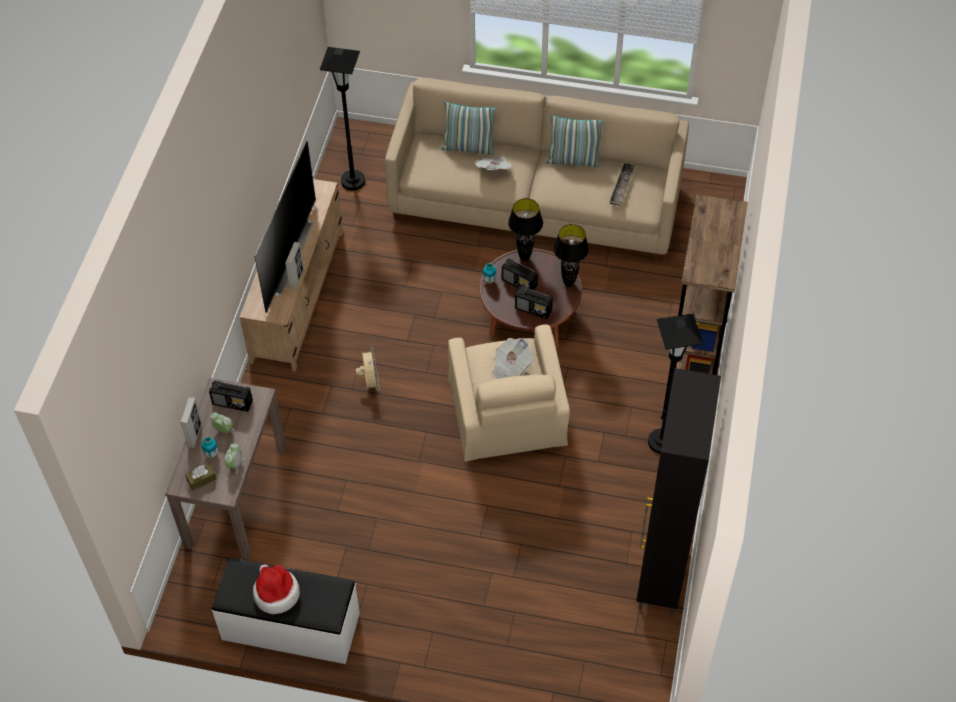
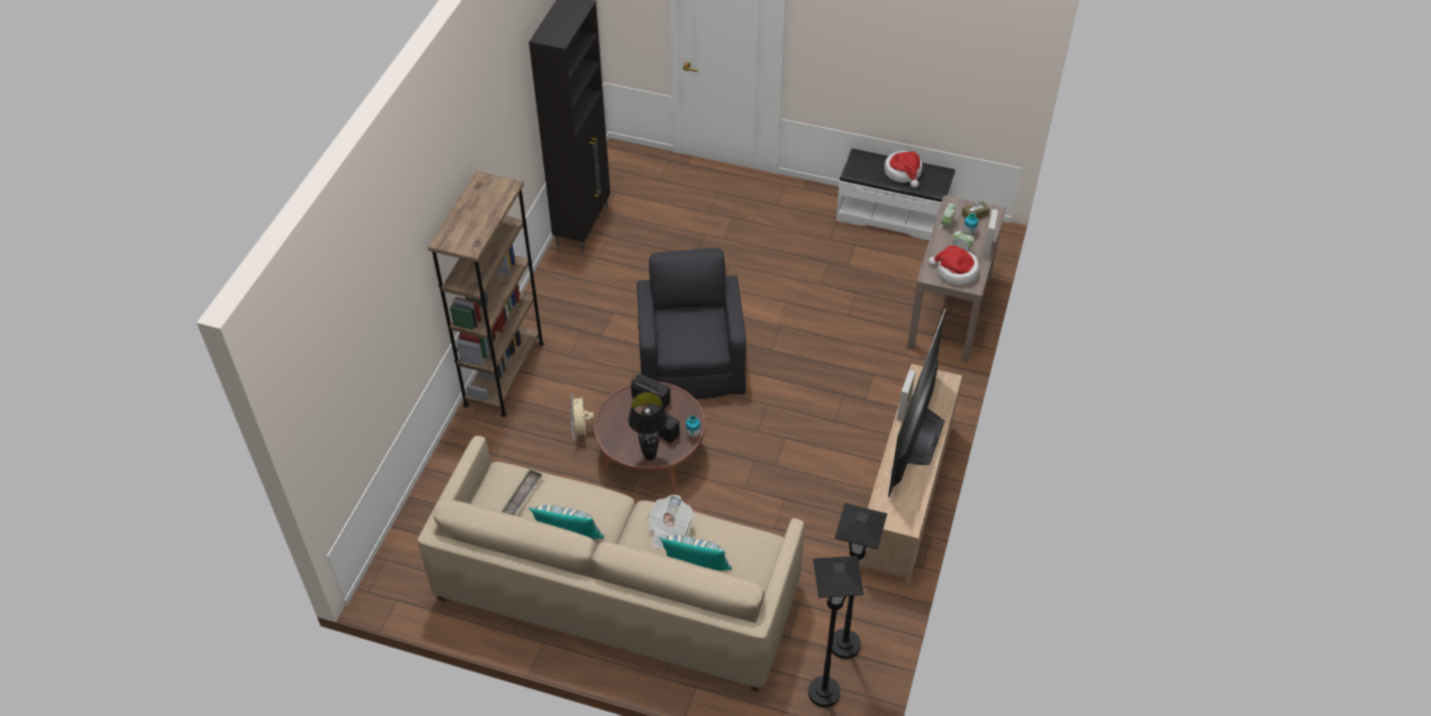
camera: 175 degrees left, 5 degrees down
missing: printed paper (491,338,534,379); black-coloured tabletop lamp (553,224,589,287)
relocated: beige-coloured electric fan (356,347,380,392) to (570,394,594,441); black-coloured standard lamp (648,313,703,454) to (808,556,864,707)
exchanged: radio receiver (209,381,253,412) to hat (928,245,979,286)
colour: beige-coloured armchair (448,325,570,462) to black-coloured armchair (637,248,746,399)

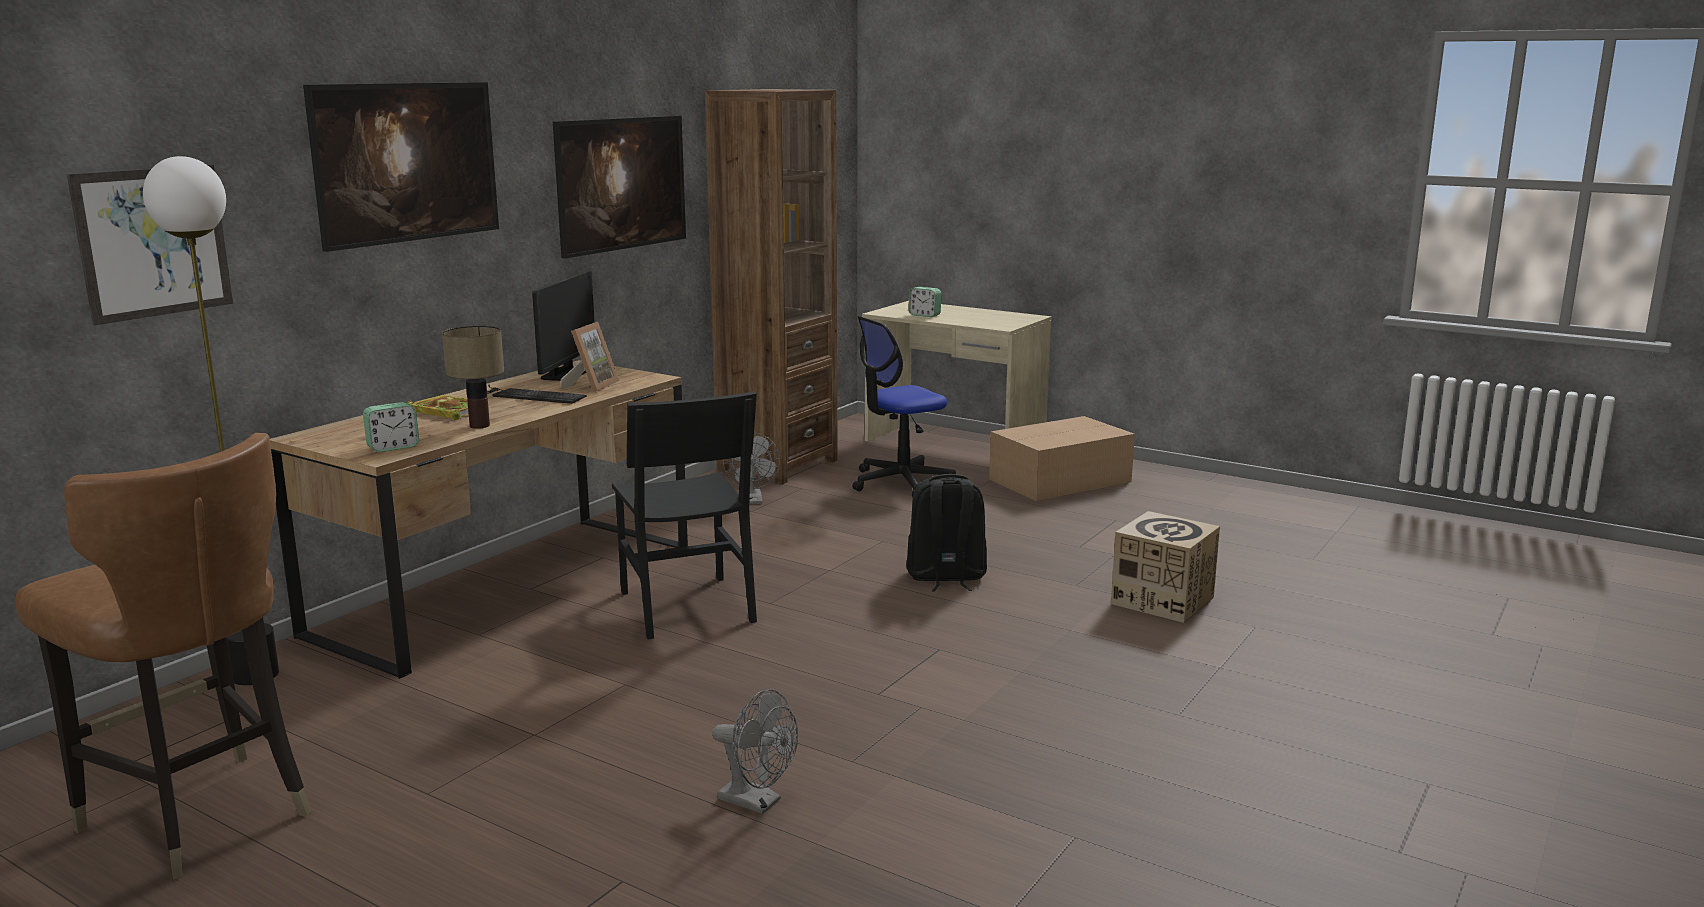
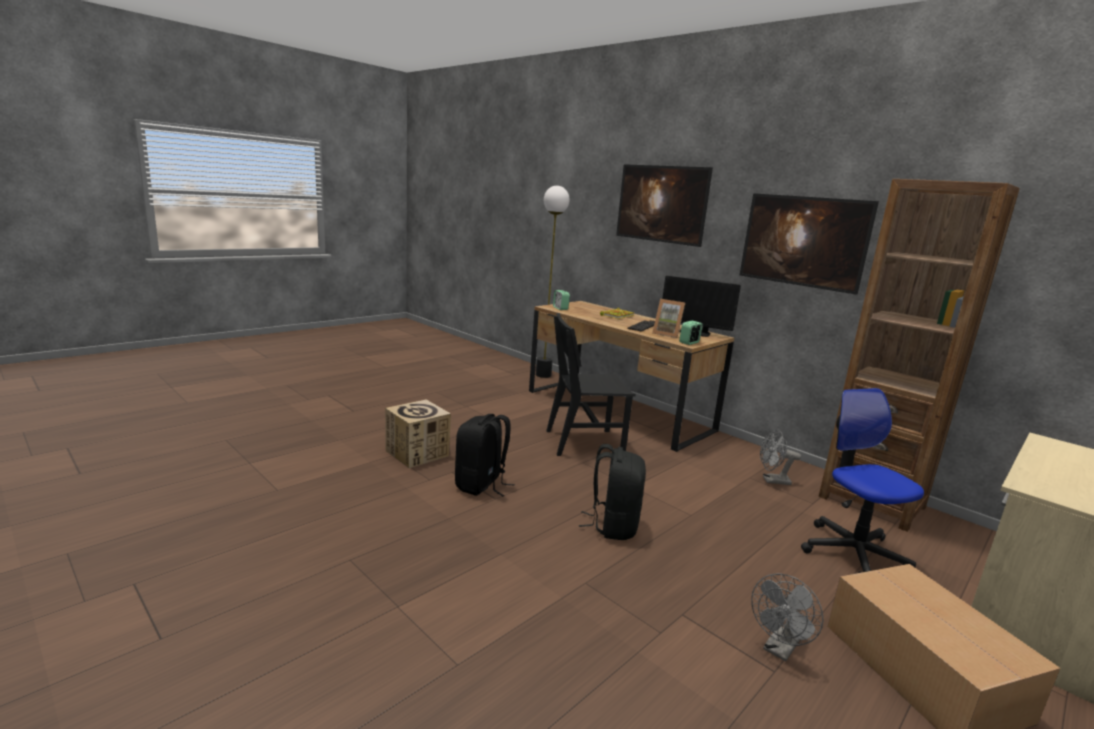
camera: 100 degrees right, 0 degrees up
missing: brown upright chair (15,433,311,880); wall art (67,165,233,326); tabletop lamp (442,326,504,429)
appeared: black-coloured rucksack (455,414,515,496)
relocated: grey electric fan (712,689,798,814) to (751,573,824,661); alarm clock (909,287,941,317) to (679,320,703,345); packing box (1111,511,1220,623) to (385,400,451,468)

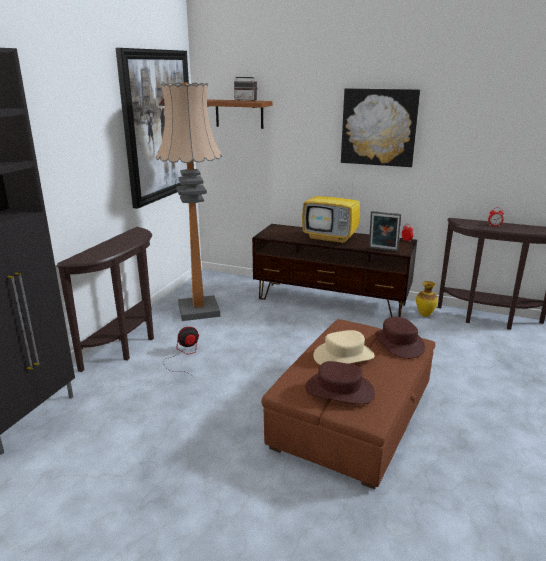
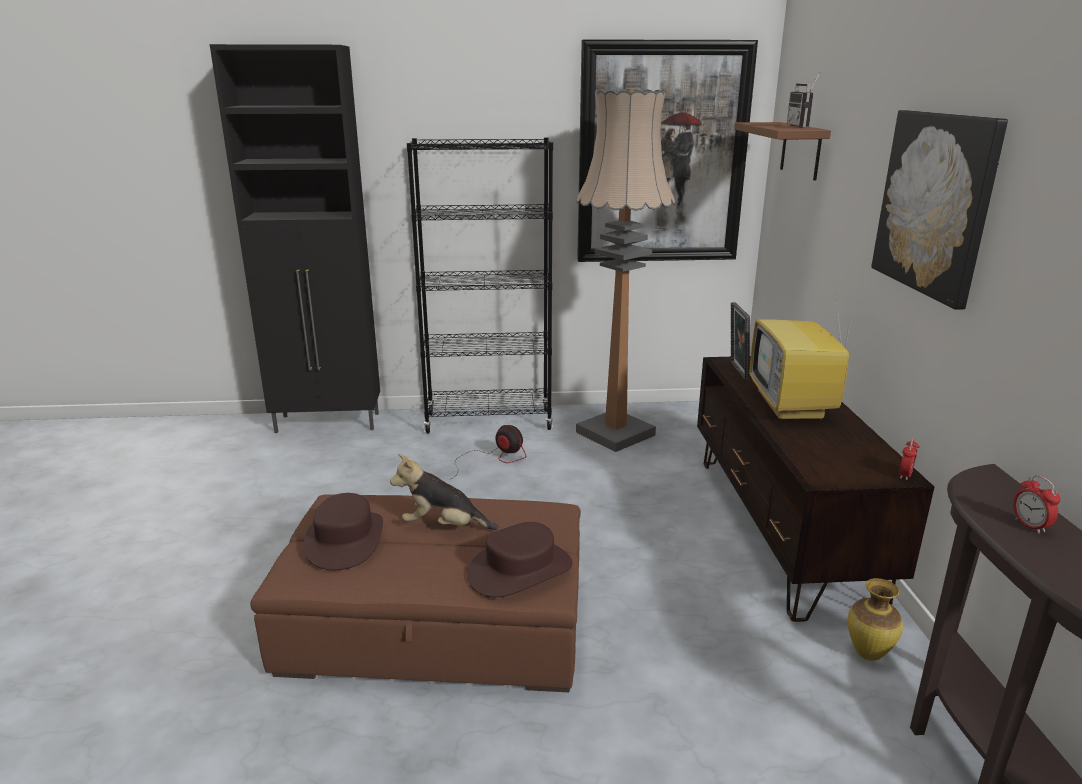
camera: 65 degrees right, 0 degrees up
relocated: photo frame (369,211,401,252) to (731,302,750,380)
exchanged: brown narrow table (56,227,154,372) to black-coloured bookcase (407,137,553,434); beige-coloured hat (313,330,375,365) to plush toy (390,454,498,530)

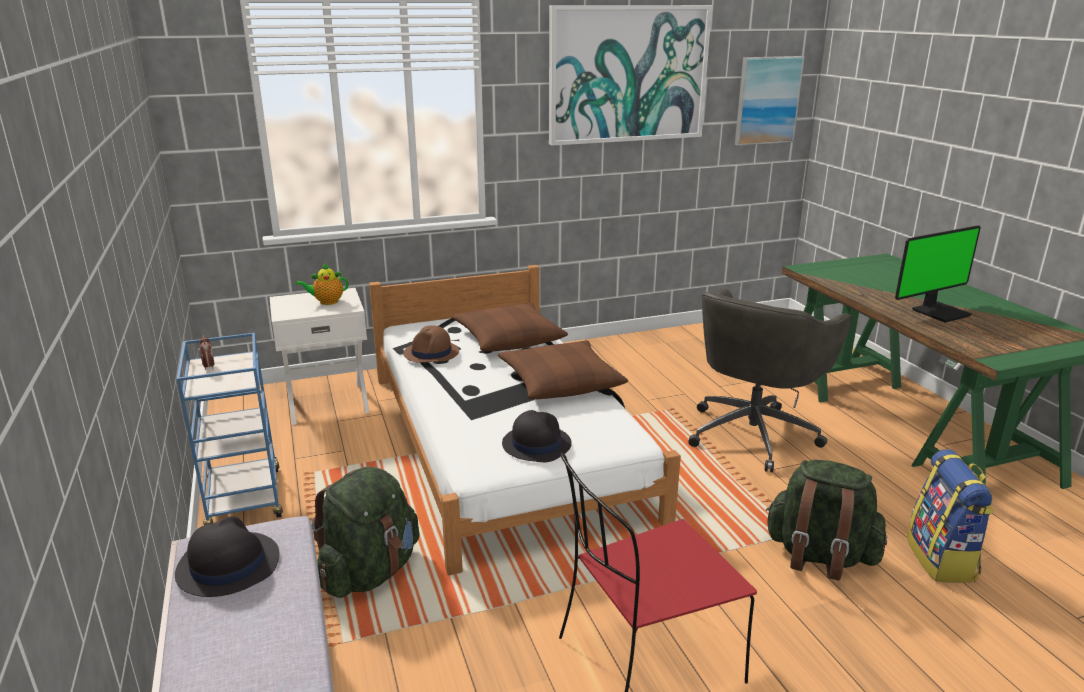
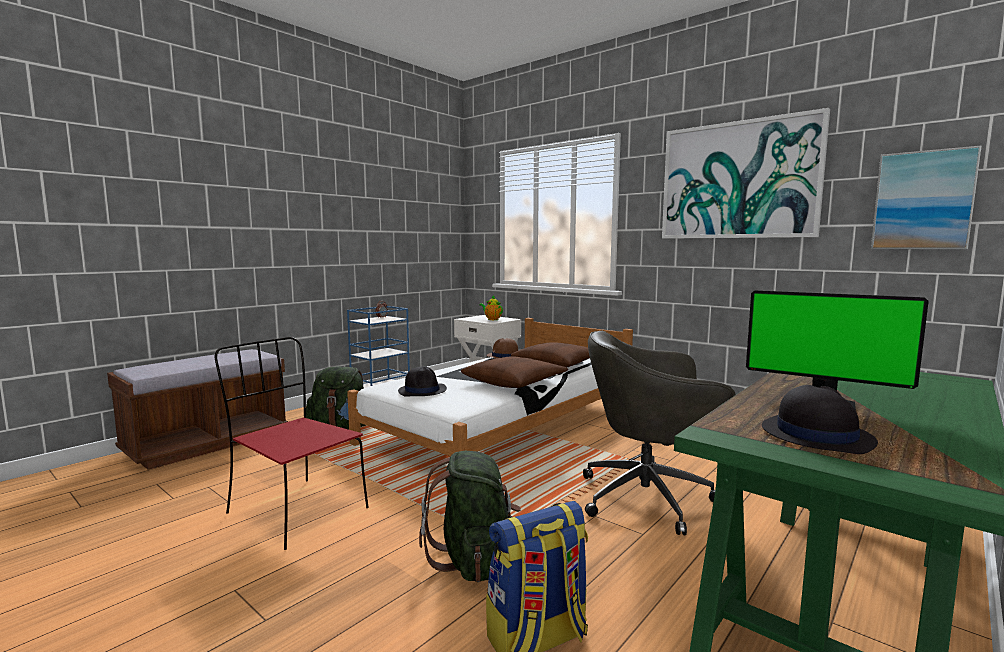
camera: 60 degrees right, 15 degrees down
relocated: black-coloured hat (175,516,280,597) to (762,385,878,454)

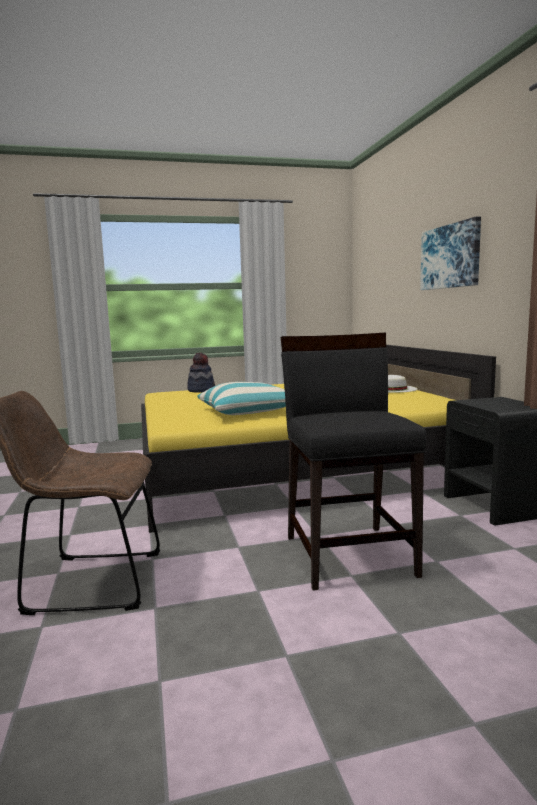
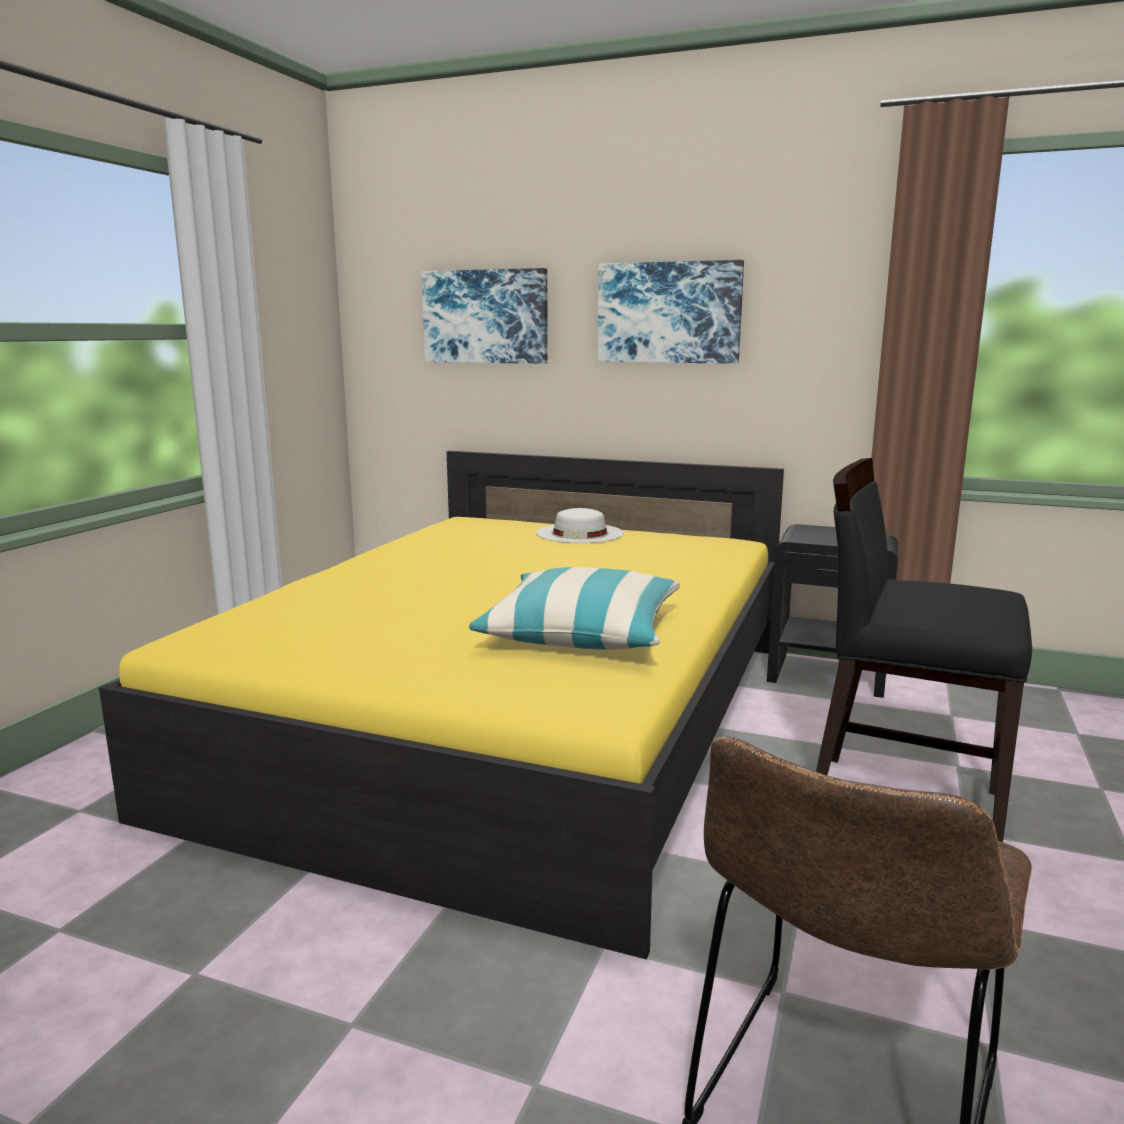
camera: 55 degrees left, 5 degrees up
missing: hat (187,353,215,393)
appeared: wall art (421,268,548,364)

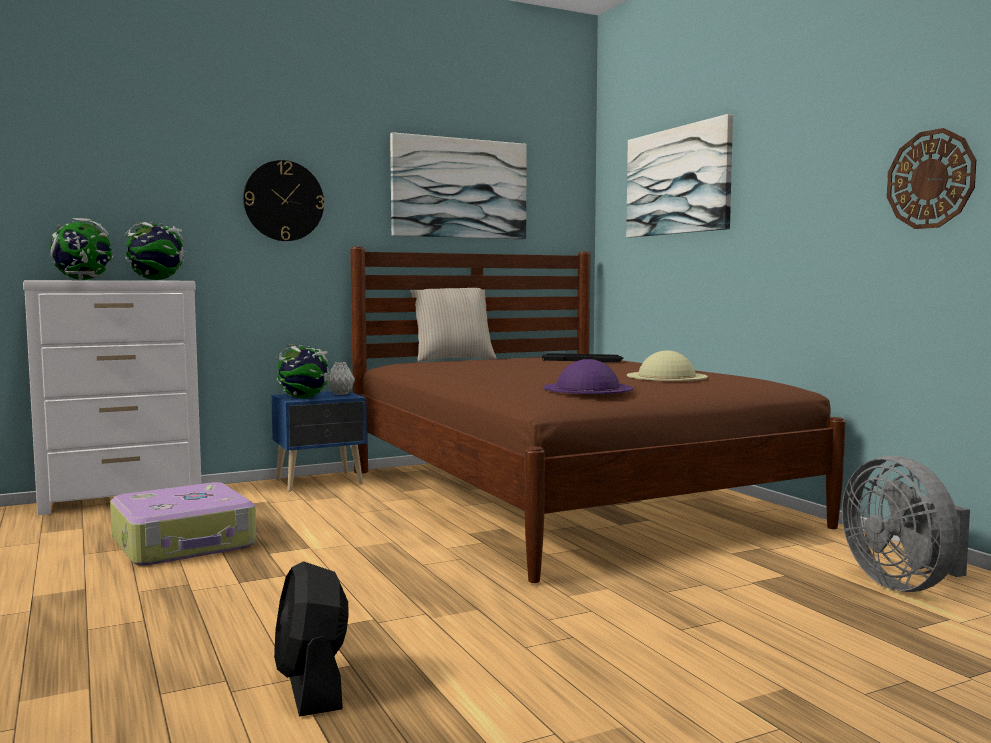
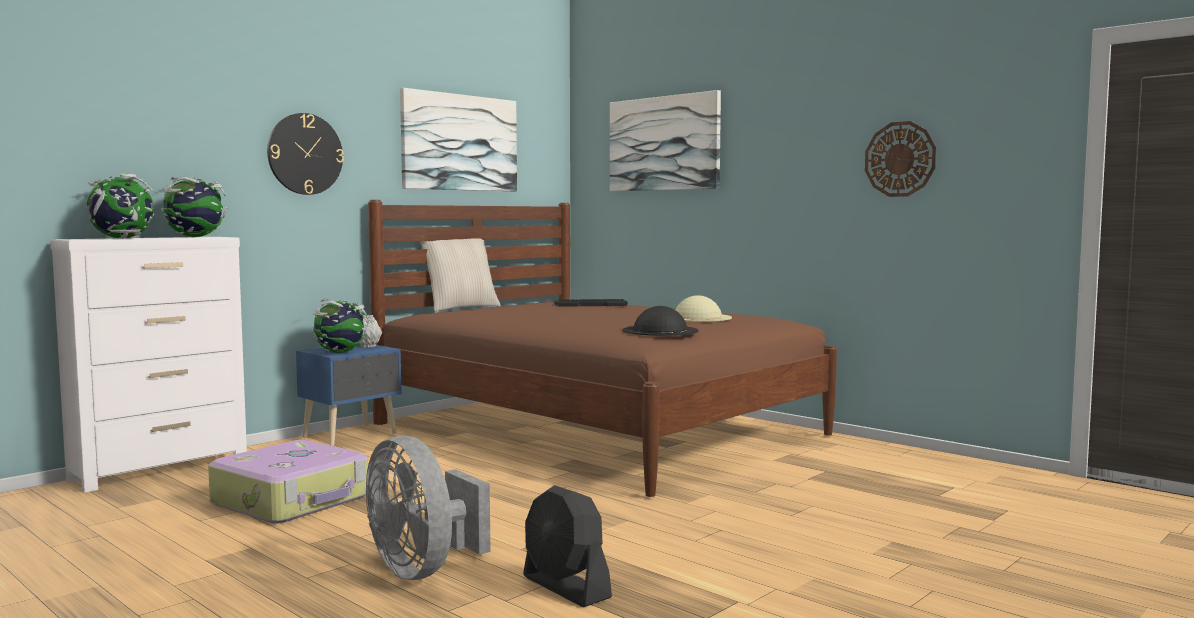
camera: 20 degrees left, 0 degrees up
relocated: grey electric fan (842,456,970,592) to (366,436,490,580)
colour: purple hat (543,359,633,394) to black-coloured hat (622,306,699,336)

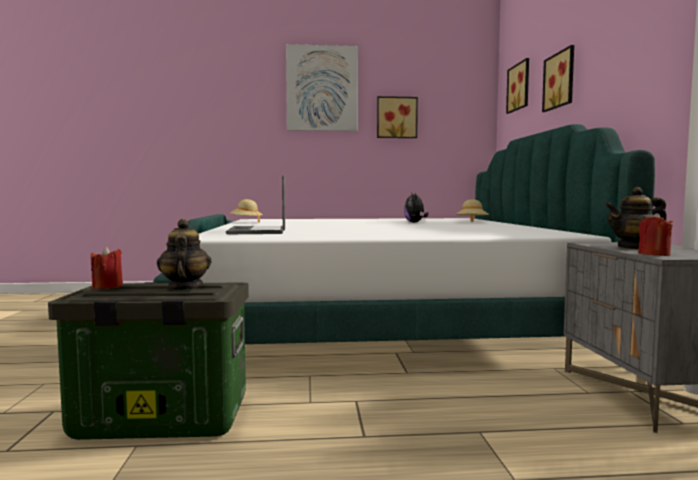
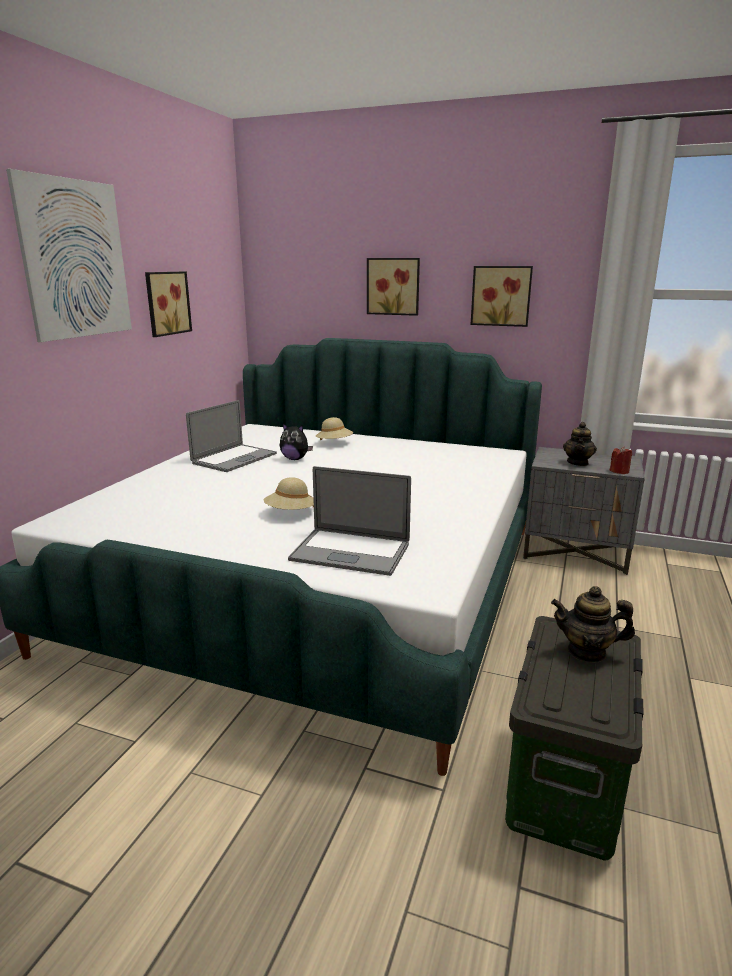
camera: 65 degrees left, 15 degrees up
missing: red-coloured candle (91,246,123,289)
appeared: notebook computer (186,400,277,472)
relocated: beige-coloured hat (230,199,263,223) to (264,477,314,510); wall art (506,58,529,114) to (471,266,533,327)

